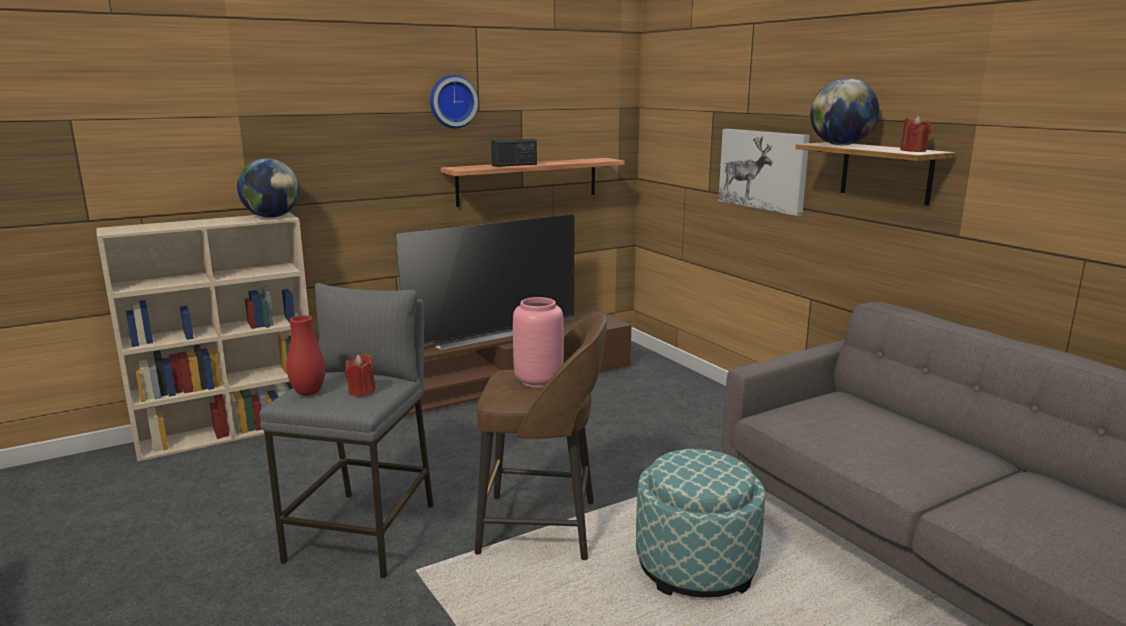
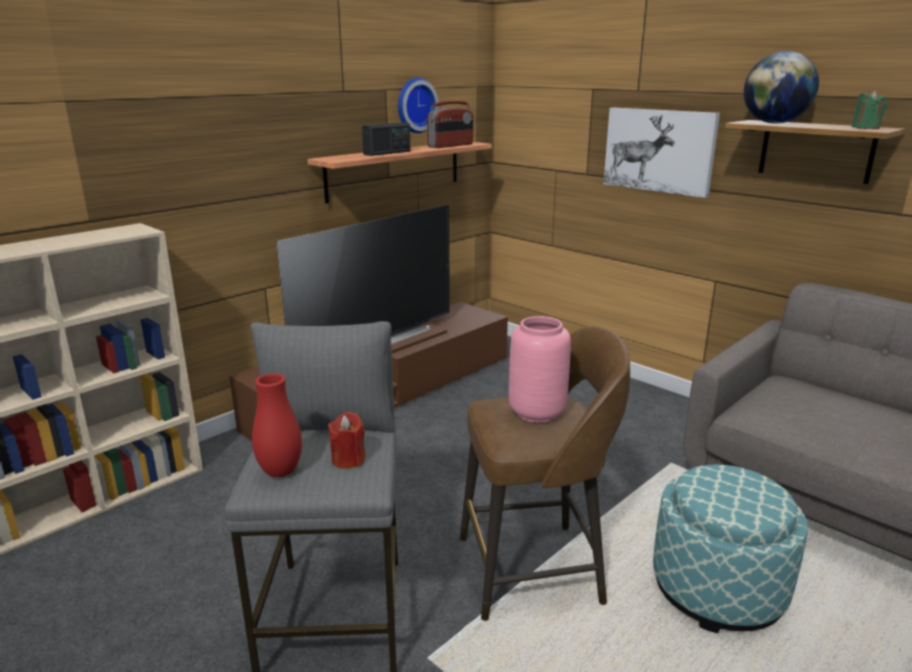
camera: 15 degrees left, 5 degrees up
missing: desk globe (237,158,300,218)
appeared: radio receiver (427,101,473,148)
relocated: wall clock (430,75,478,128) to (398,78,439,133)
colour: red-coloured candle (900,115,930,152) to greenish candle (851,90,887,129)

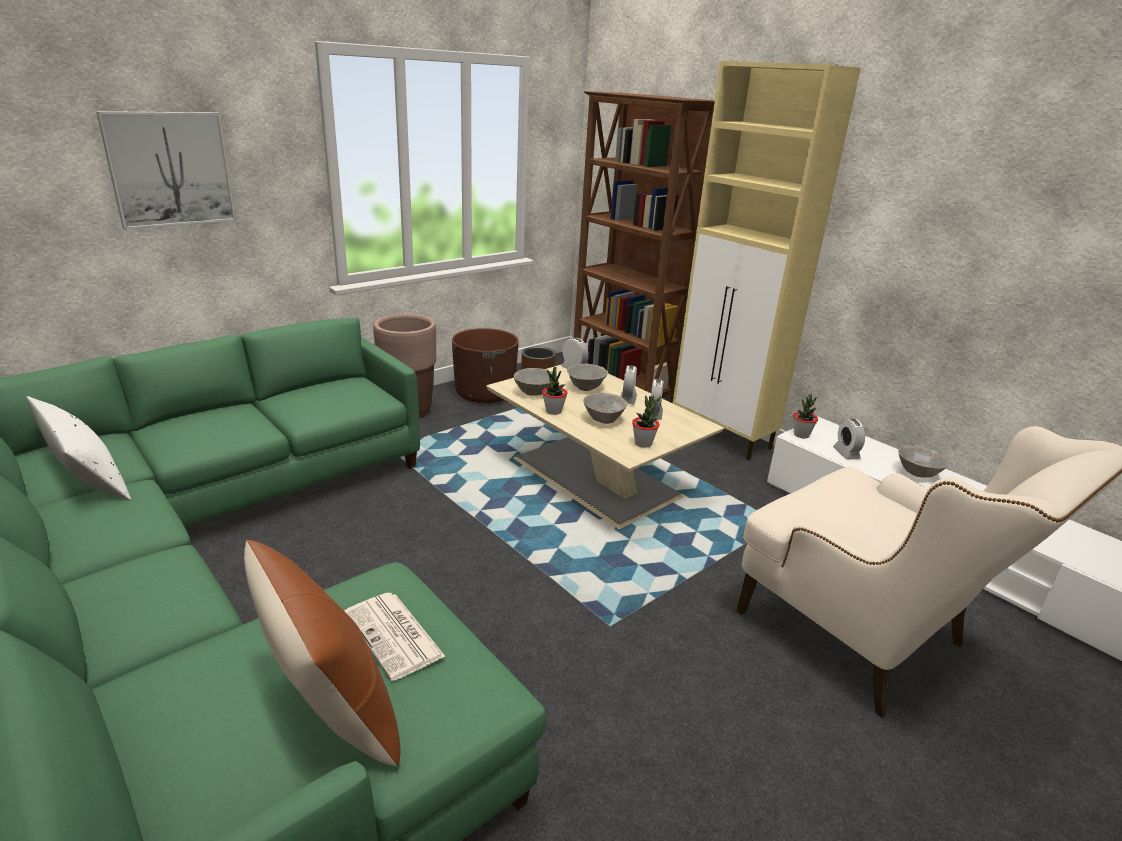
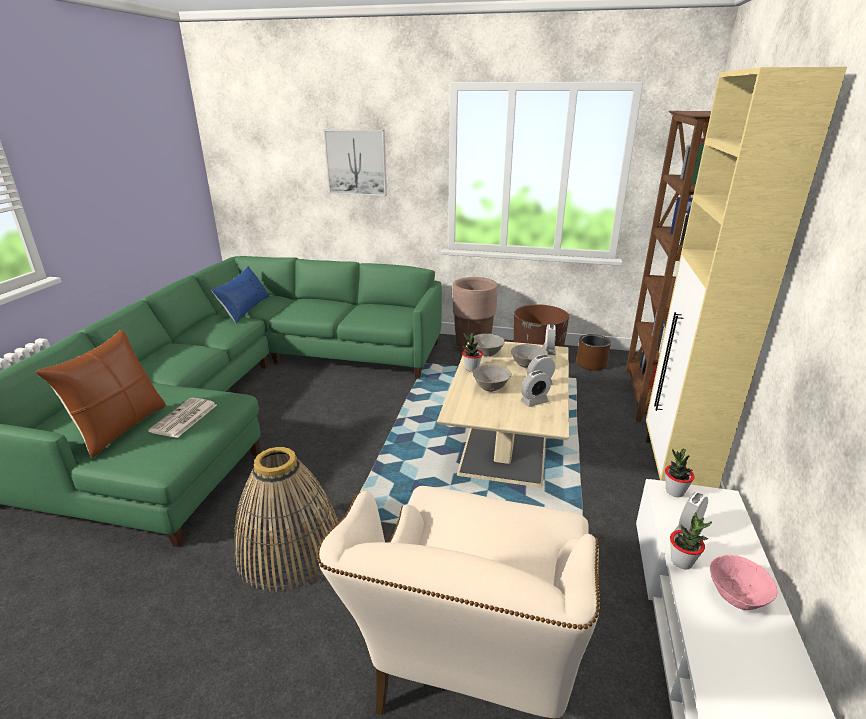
camera: 55 degrees right, 0 degrees up
appeared: household basket (234,447,338,592)
relocated: houseplant (632,396,661,448) to (670,512,712,569)
colour: white-coloured pillow (26,396,131,500) to blue-coloured pillow (211,266,270,324); grey deep dish (898,445,948,478) to pink deep dish (710,555,777,610)

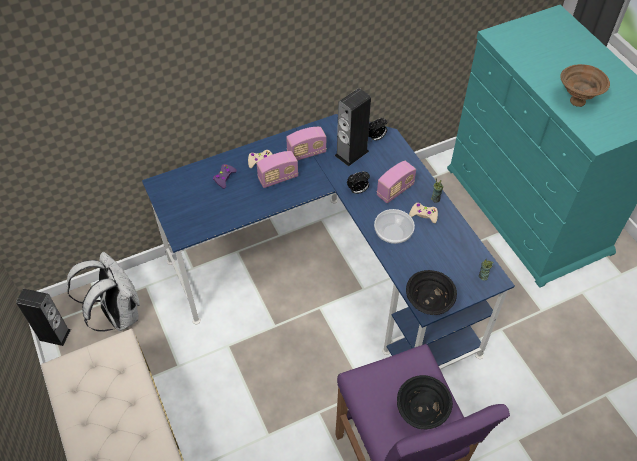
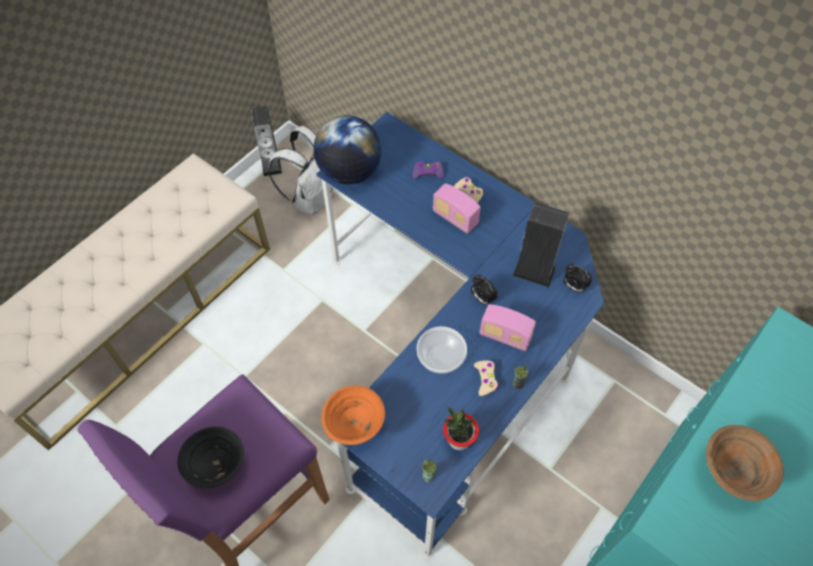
camera: 65 degrees right, 5 degrees up
missing: radio receiver (286,127,327,161)
appeared: desk globe (313,115,382,184); houseplant (443,407,479,451)
colour: black-coloured deep dish (406,270,457,315) to orange-coloured deep dish (321,386,385,445)

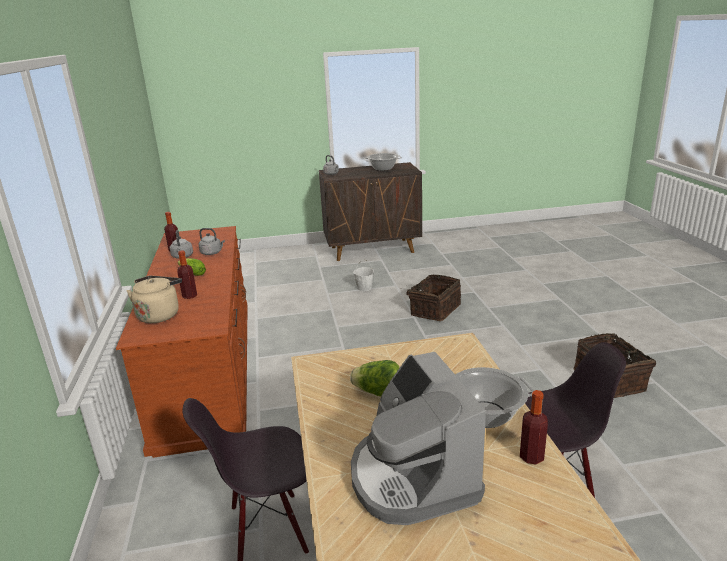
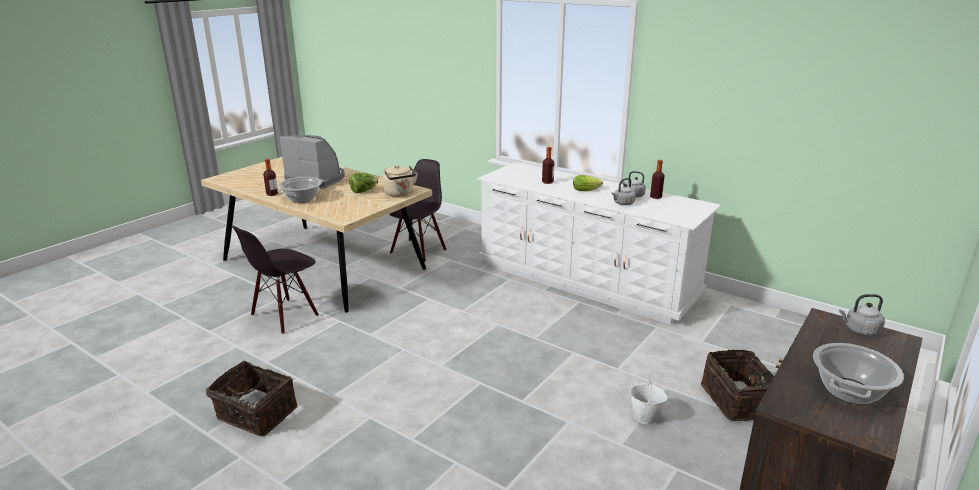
camera: 135 degrees right, 0 degrees up
relocated: beige-coloured tea kettle (127,276,182,323) to (382,165,418,197); household basket (406,275,461,321) to (701,349,774,421)
colour: brown dresser (116,226,247,458) to white-coloured dresser (477,162,721,324)

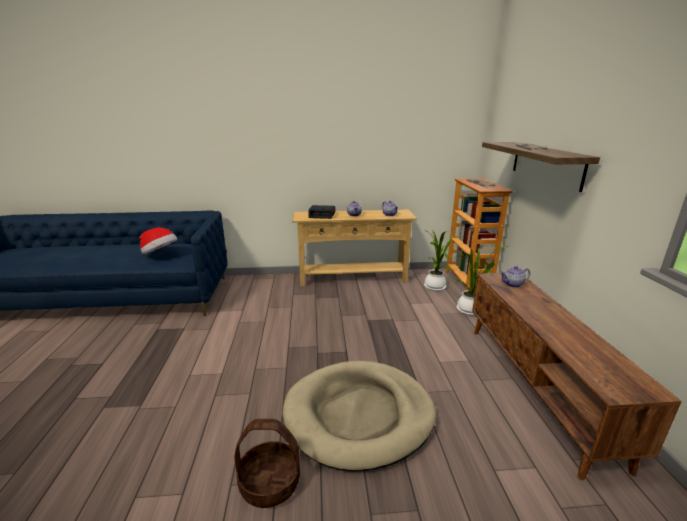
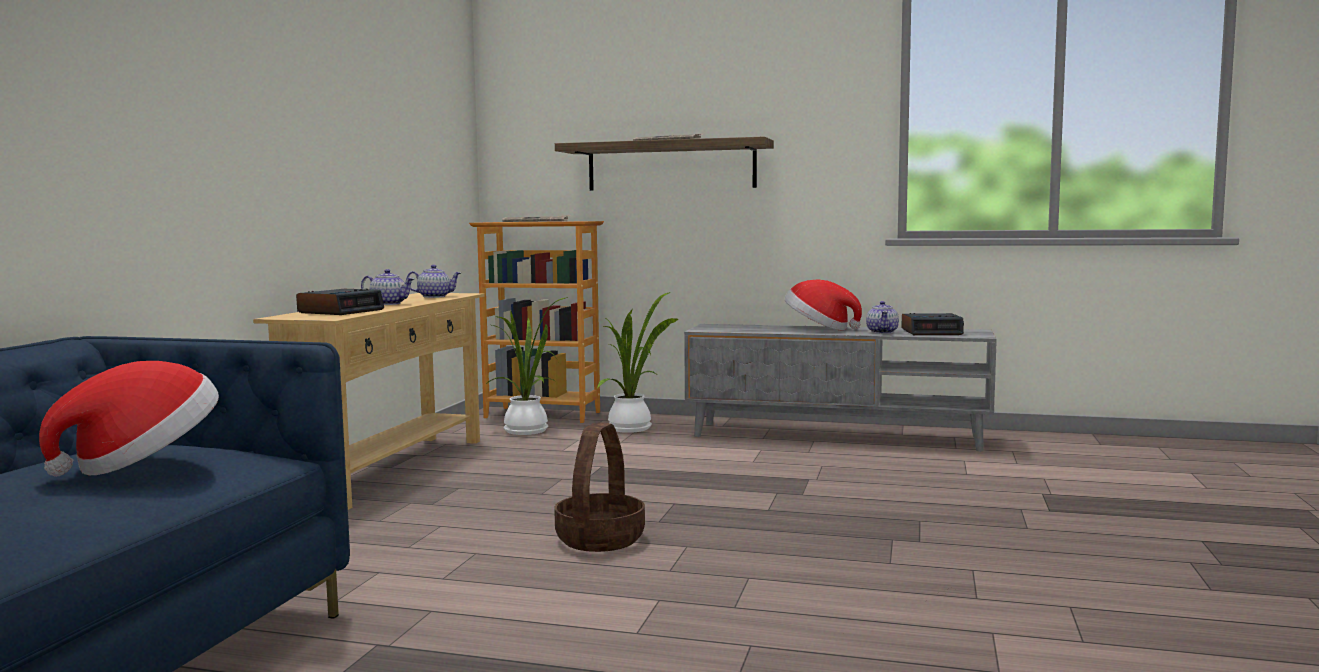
camera: 70 degrees left, 15 degrees down
missing: beige-coloured dog bed (282,361,436,472)
appeared: hat (785,279,862,331); alarm clock (902,313,964,335)
relocated: household basket (234,419,300,508) to (554,422,645,552); pot for tea (500,266,530,288) to (866,301,899,334)
colour: brown tv stand (472,273,682,480) to grey tv stand (684,324,997,452)

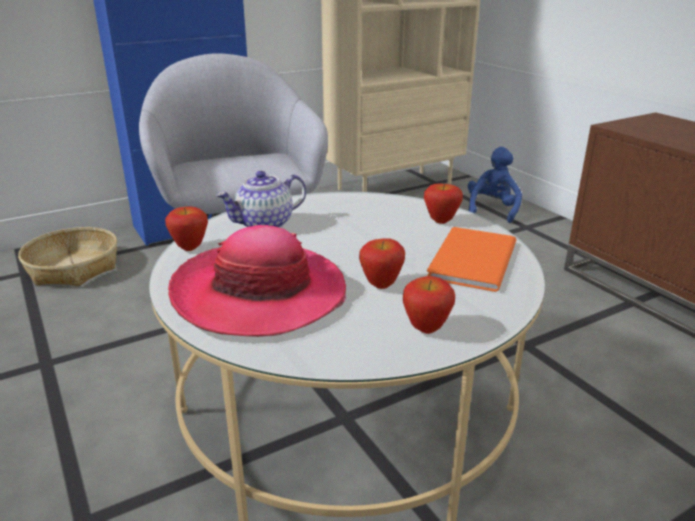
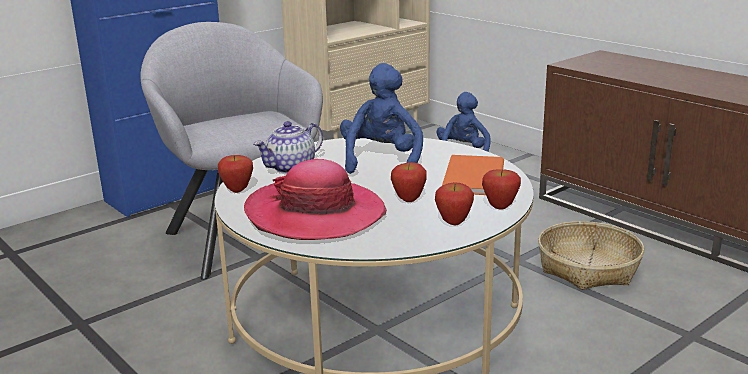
camera: 10 degrees left, 5 degrees down
appeared: blue-coloured plush toy (340,63,423,174)
relocated: household basket (18,227,117,286) to (538,221,644,290); whole apple (424,184,463,224) to (482,169,521,209)

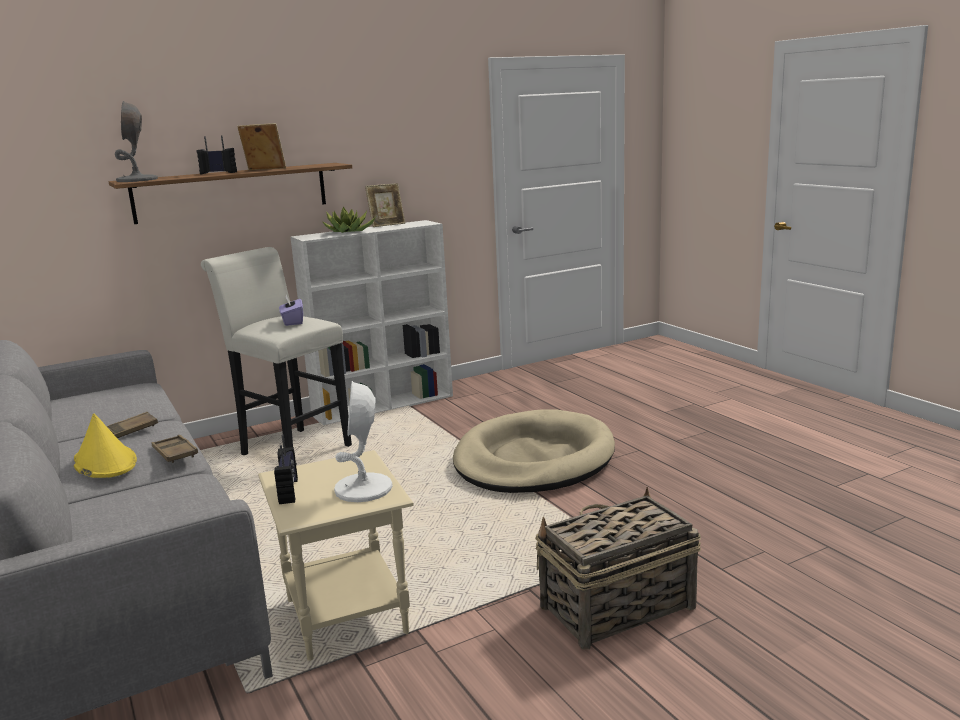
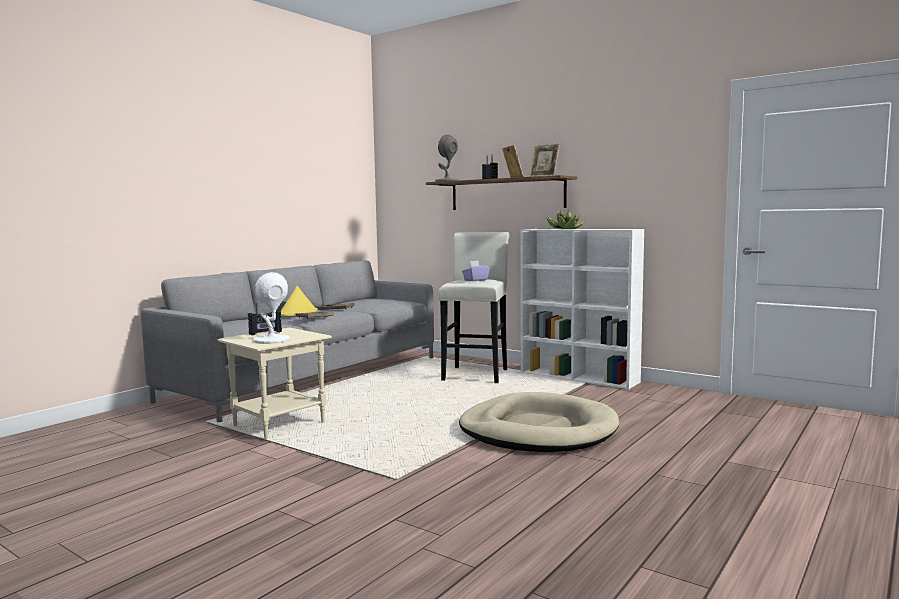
camera: 65 degrees right, 10 degrees down
missing: household basket (535,487,701,650)
relocated: photo frame (365,183,405,227) to (529,144,560,177)

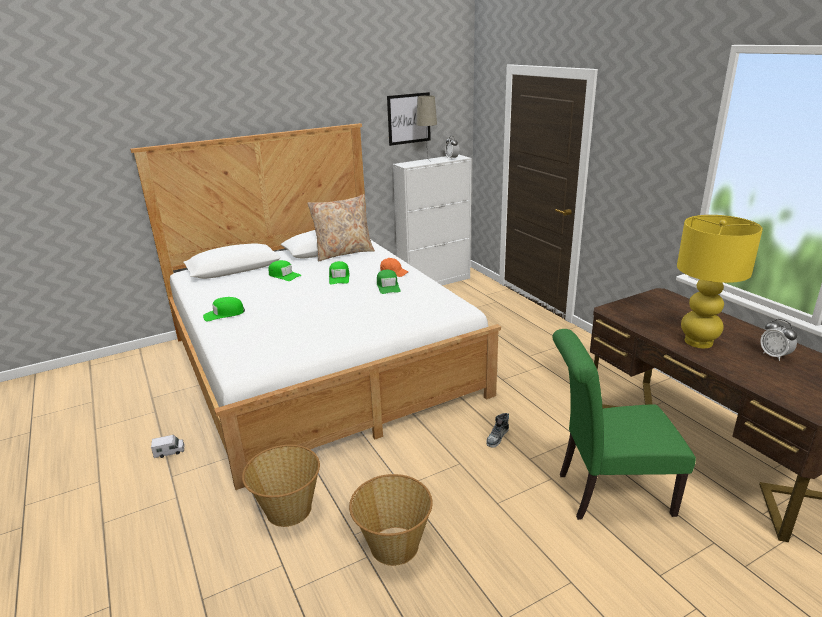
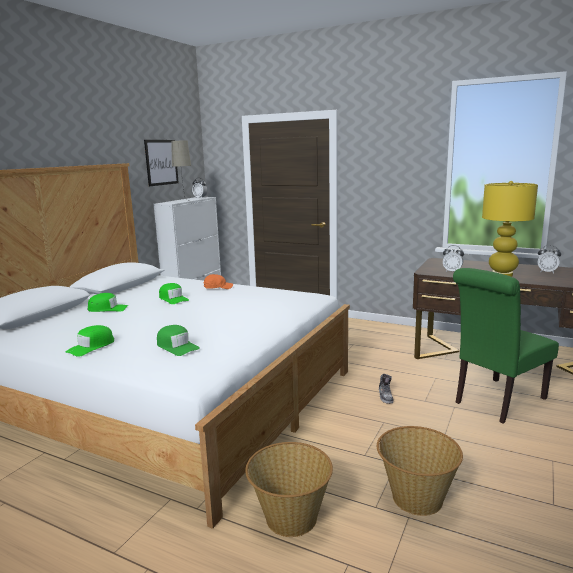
camera: 35 degrees left, 10 degrees down
missing: toy lorry (151,435,185,459); beige-coloured pillow (307,194,375,261)
appeared: alarm clock (443,245,464,272)
relocated: greenish peaked cap (377,270,400,294) to (157,325,200,356)

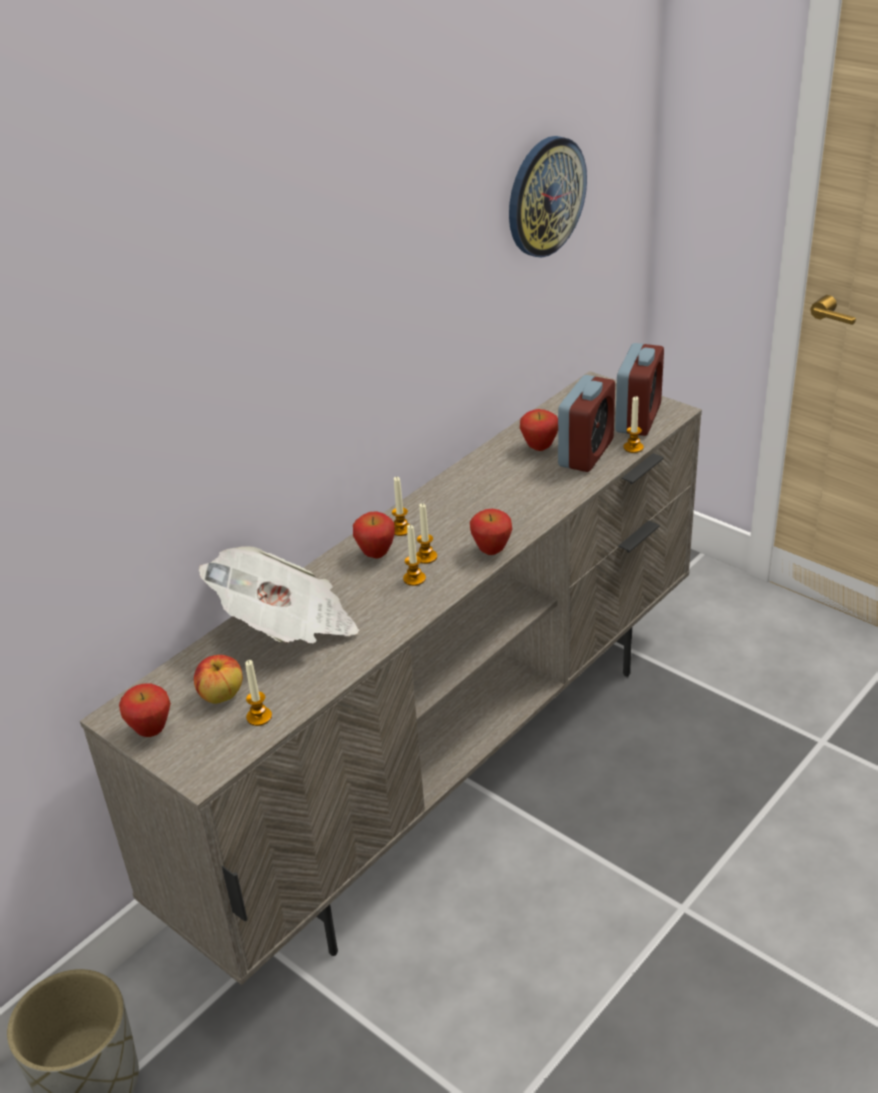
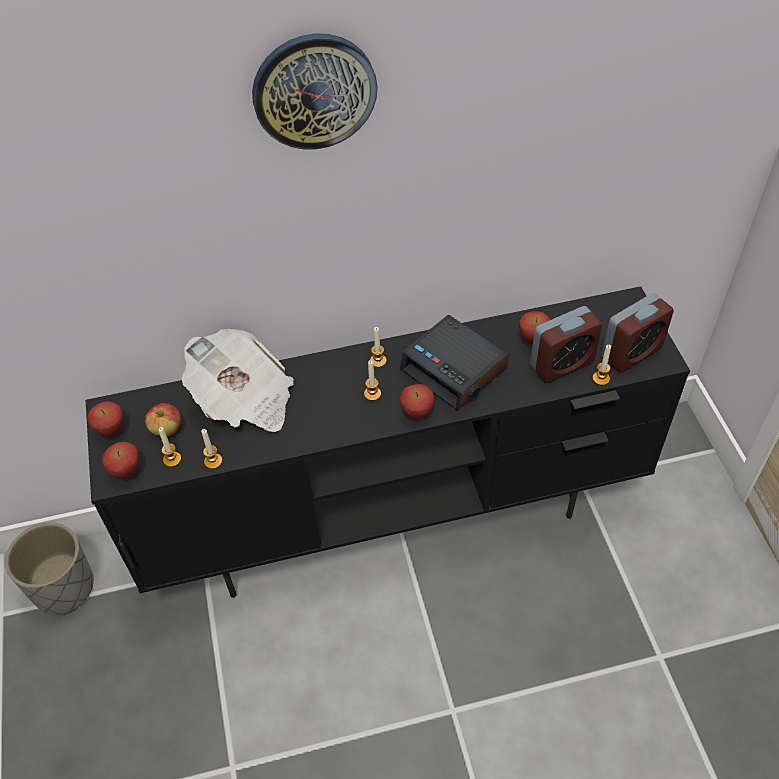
camera: 35 degrees right, 15 degrees up
appeared: alarm clock (400,315,509,411)
relocated: whole apple (353,512,395,559) to (102,441,139,479); candle (403,525,426,586) to (201,429,222,469); wall clock (509,136,587,258) to (252,33,377,149)
colour: beige-coloured tv stand (80,371,702,985) to black-coloured tv stand (86,286,690,598)

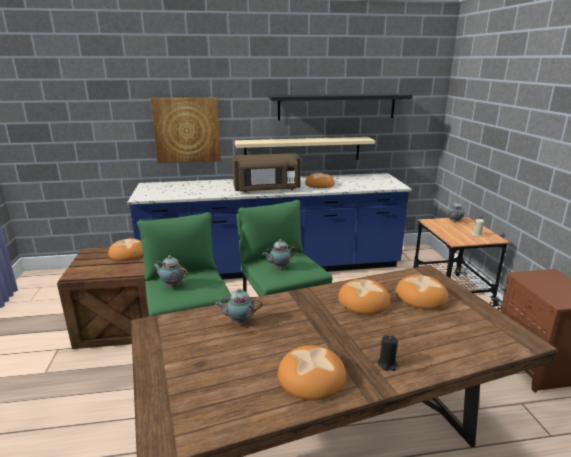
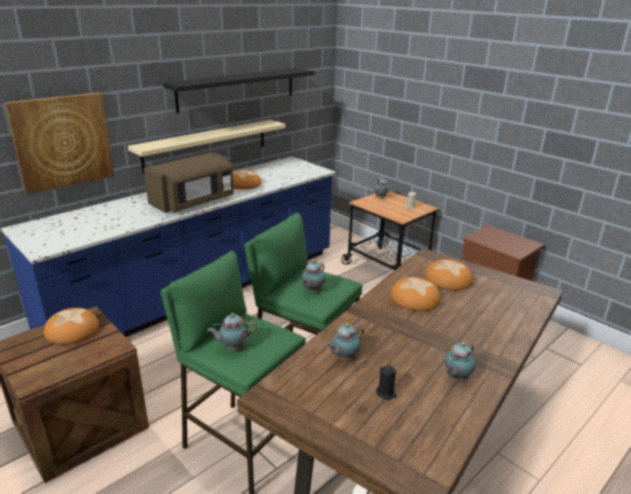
camera: 35 degrees left, 5 degrees up
relocated: black-coloured candle (378,335,398,371) to (376,365,397,400)
exchanged: baked bread (278,345,346,400) to pot for tea (444,342,476,380)

